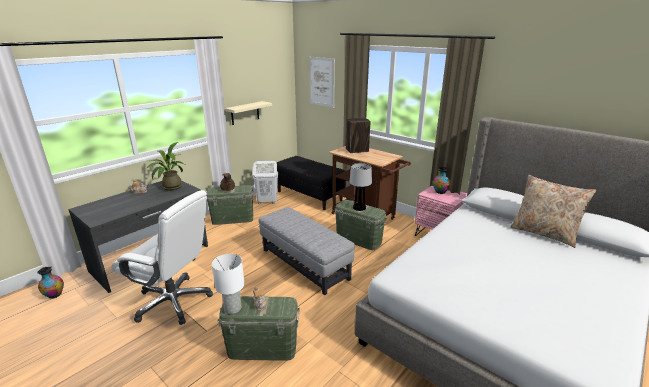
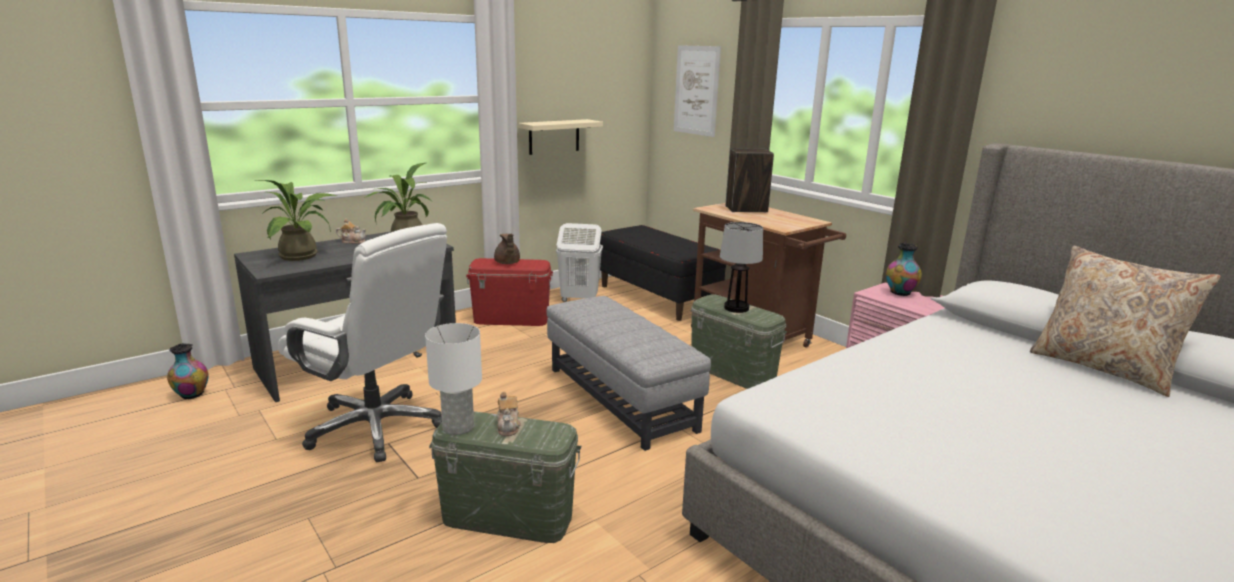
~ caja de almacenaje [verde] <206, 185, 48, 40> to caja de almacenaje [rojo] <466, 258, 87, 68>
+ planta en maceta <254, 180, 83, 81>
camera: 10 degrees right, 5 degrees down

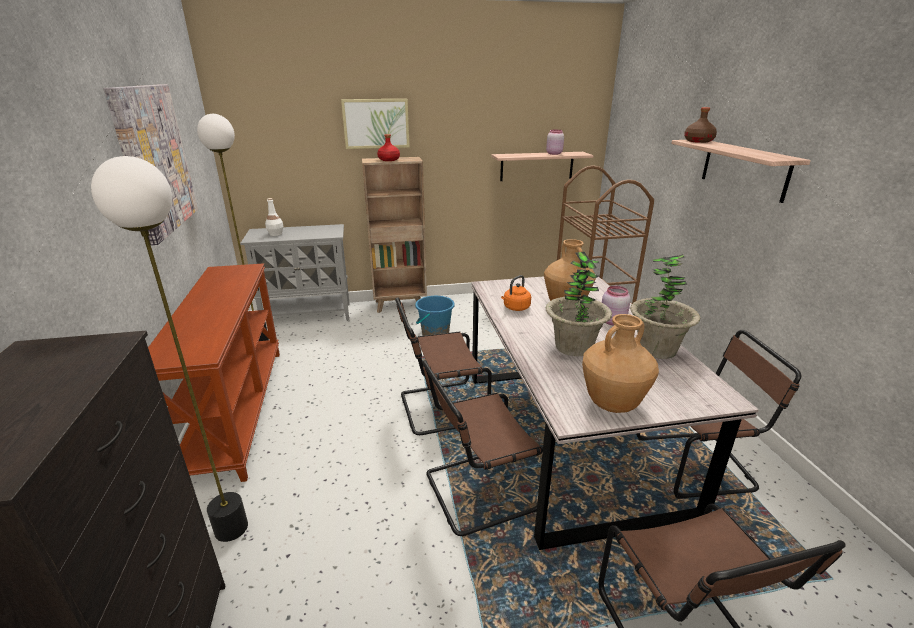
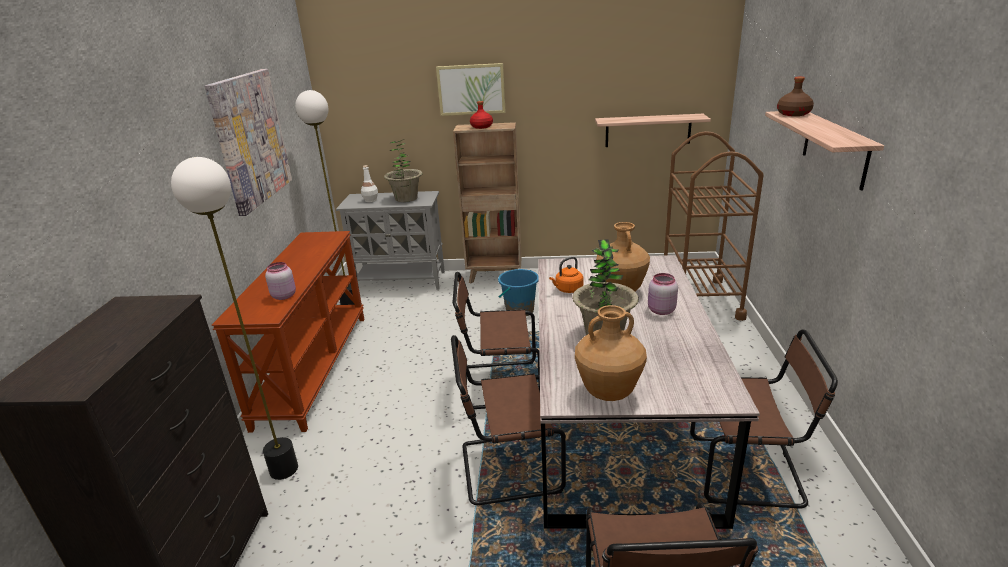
~ tarro [rosa] <546, 130, 18, 25> to <265, 262, 31, 38>
~ planta en maceta <630, 254, 70, 105> to <384, 139, 39, 63>
camera: 15 degrees right, 0 degrees up

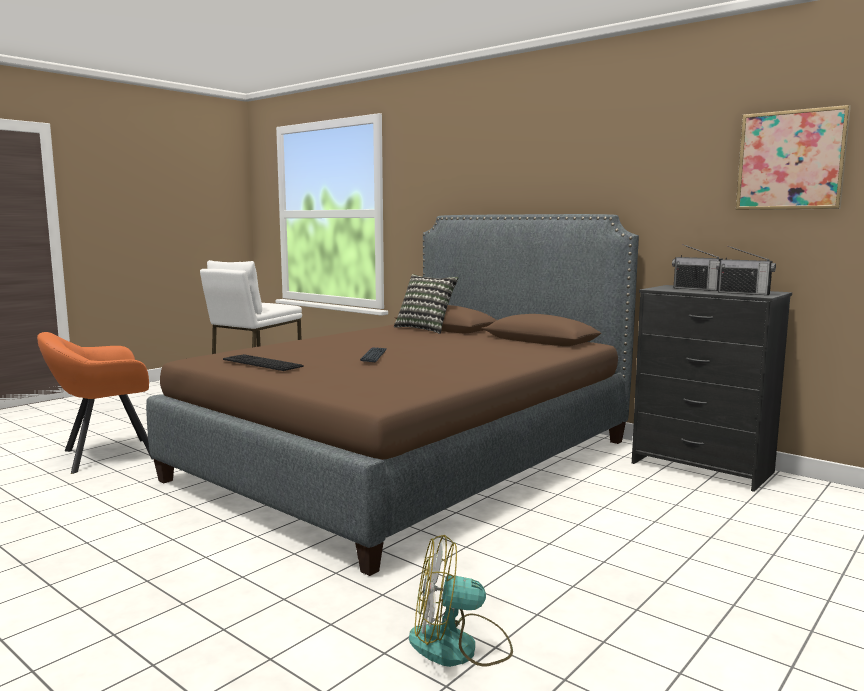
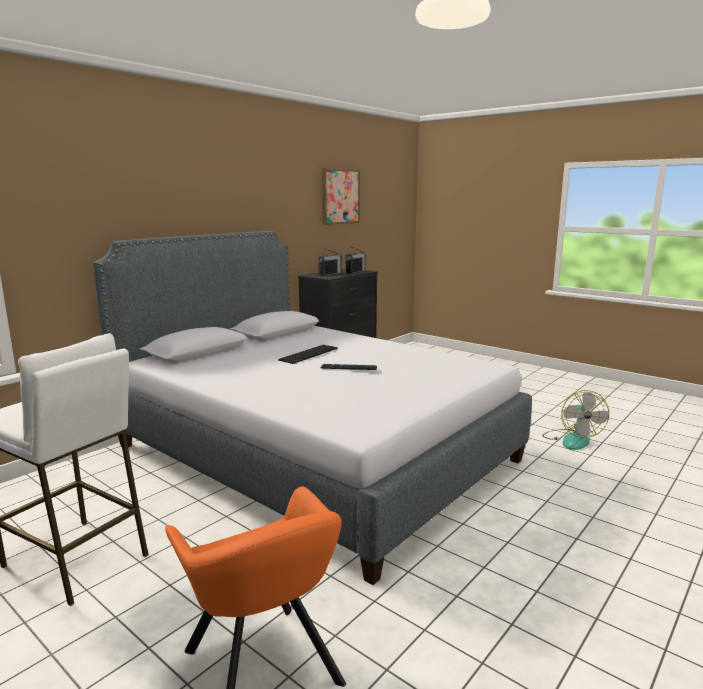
~ cama [marrón] <146, 214, 493, 362> to cama [gris] <93, 231, 439, 354>
~ teclado <223, 354, 81, 17> to <278, 345, 60, 19>
- cojín <394, 274, 64, 60>
camera: 90 degrees left, 5 degrees up

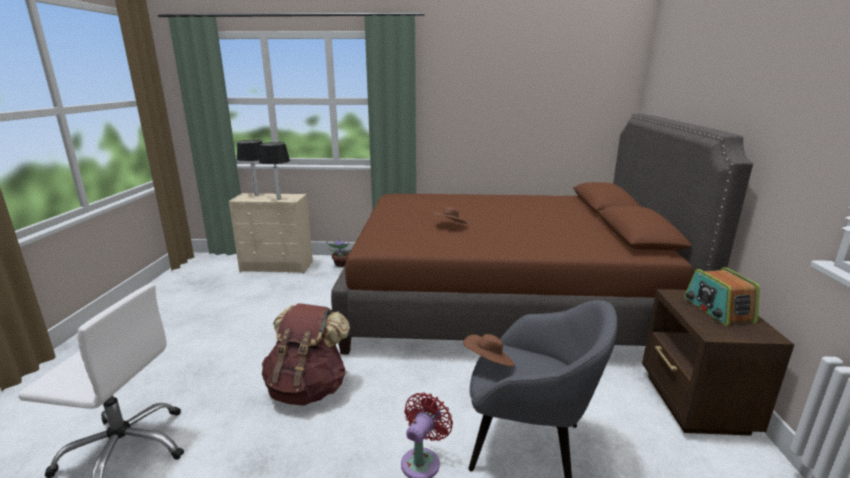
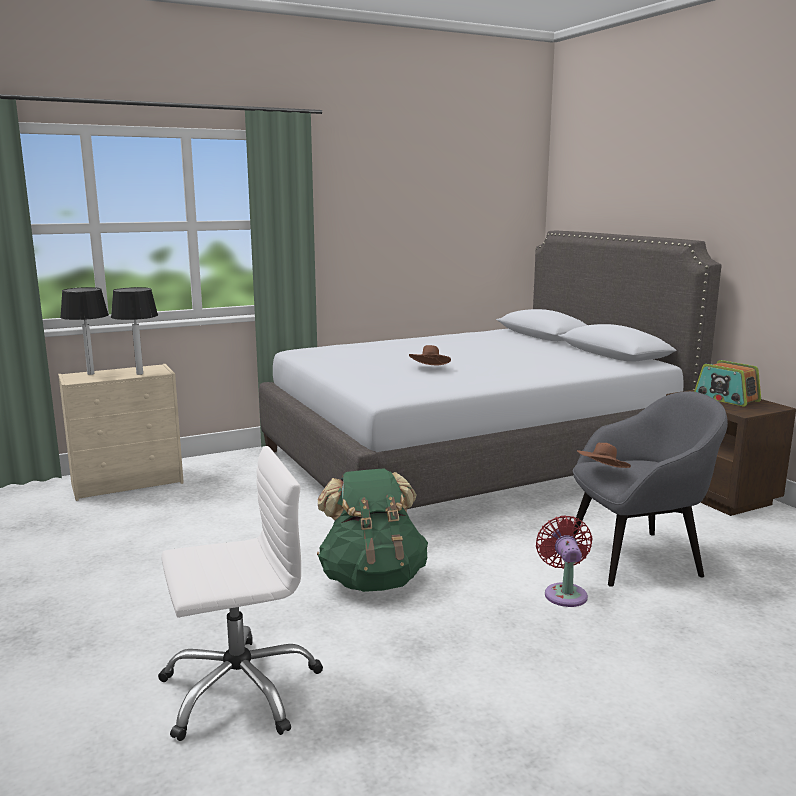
~ mochila [marrón] <262, 304, 88, 102> to mochila [verde] <317, 468, 111, 124>
- planta en maceta <326, 240, 25, 27>
~ cama [marrón] <331, 114, 422, 241> to cama [gris] <259, 231, 463, 278>
camera: 30 degrees left, 5 degrees down

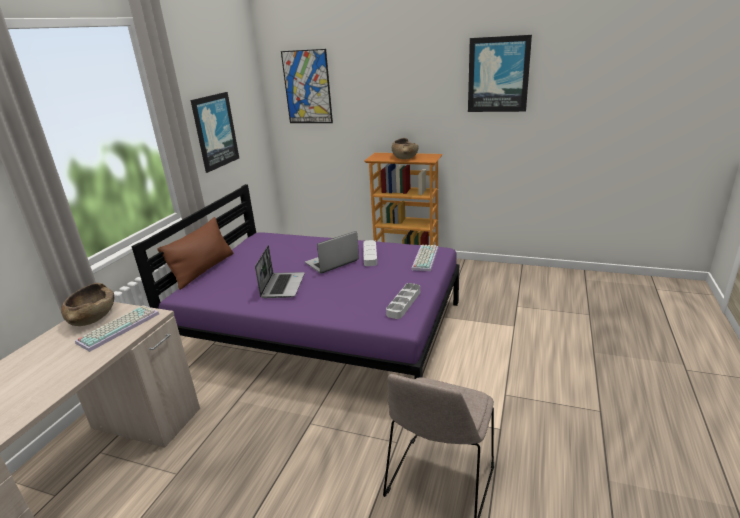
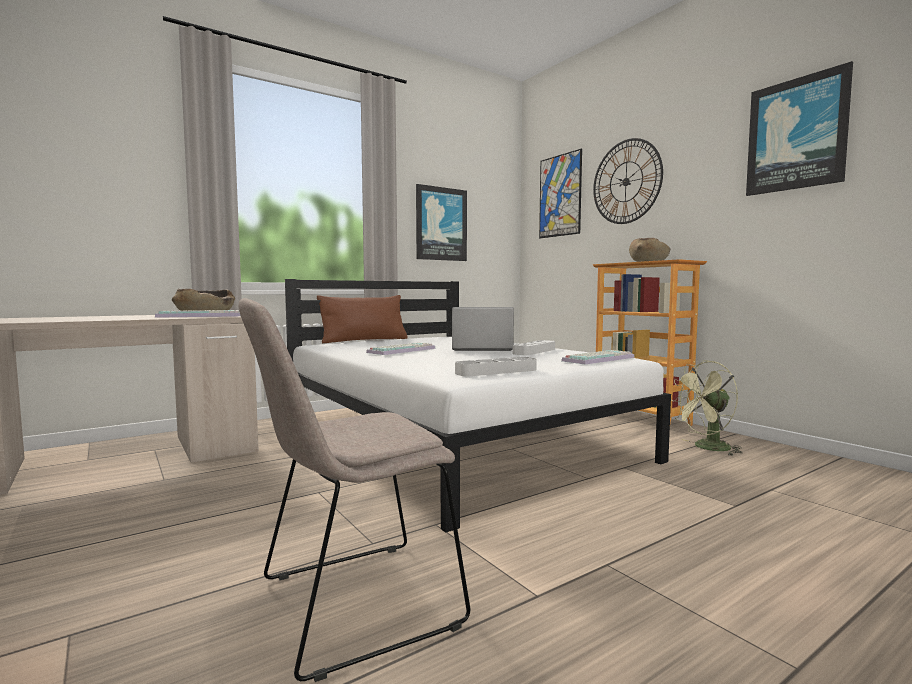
~ cama [morado] <132, 184, 327, 195> to cama [blanco] <285, 279, 386, 254>
~ portátil <255, 245, 50, 53> to teclado <366, 342, 70, 13>
+ reloj de pared <593, 138, 70, 86>
+ ventilador [verde] <671, 360, 71, 96>
camera: 35 degrees right, 20 degrees down

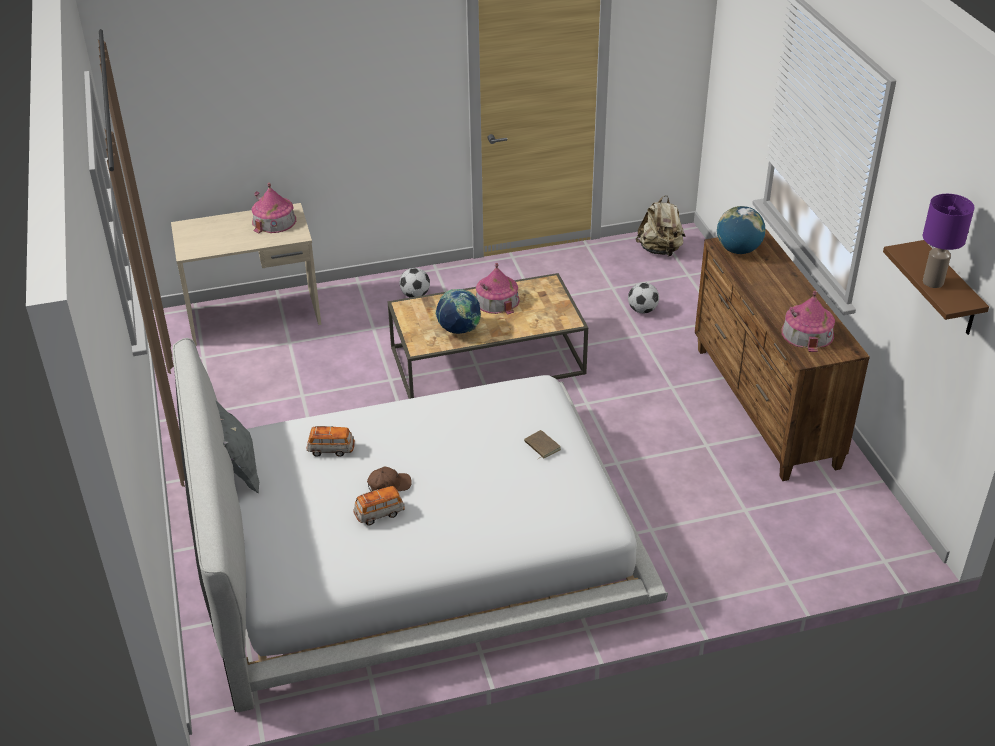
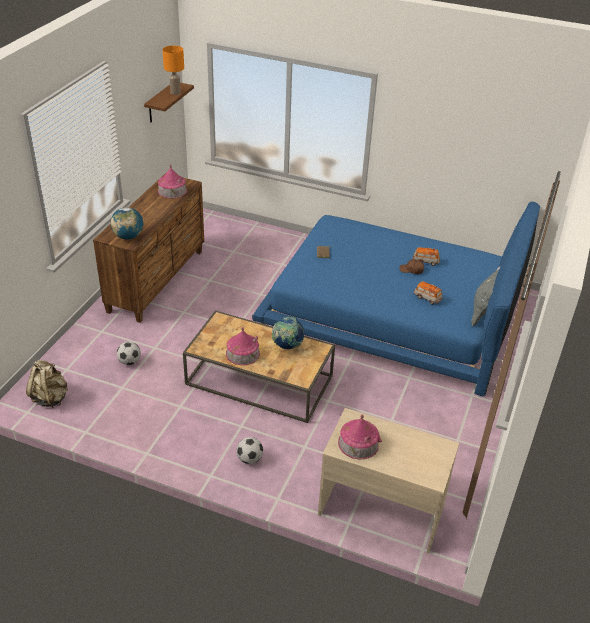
~ cama [blanco] <172, 338, 496, 374> to cama [azul] <252, 202, 288, 195>
~ lámpara de mesa [morado] <923, 194, 51, 94> to lámpara de mesa [naranja] <162, 46, 22, 49>
camera: 145 degrees left, 0 degrees up

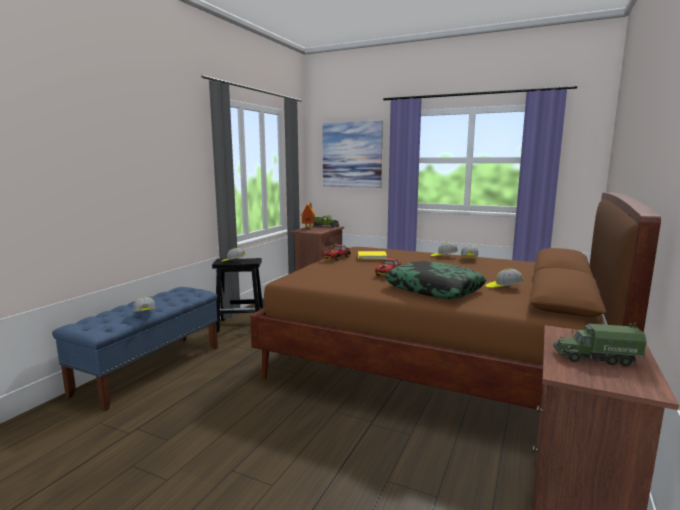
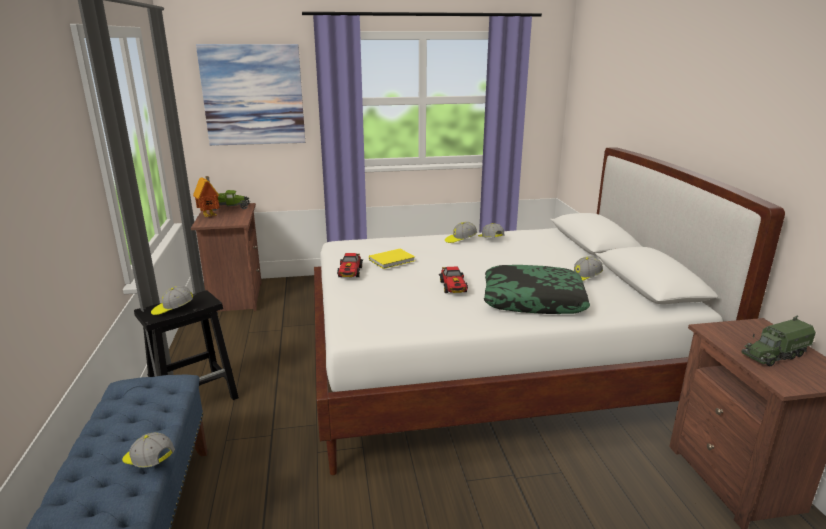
~ cama [marrón] <250, 192, 411, 217> to cama [blanco] <314, 147, 471, 328>
camera: 35 degrees left, 10 degrees up

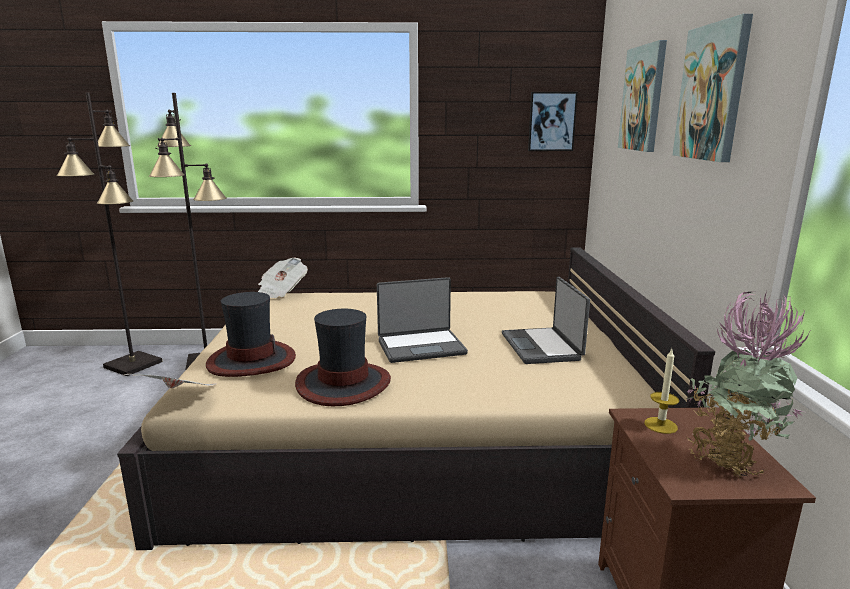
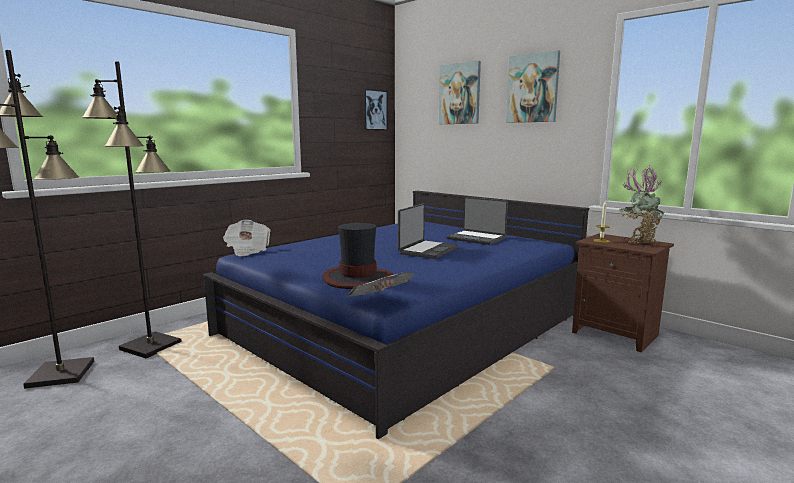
~ cama [beis] <117, 247, 598, 303> to cama [azul] <203, 191, 386, 248>
- sombrero <295, 309, 96, 97>
camera: 45 degrees left, 5 degrees down

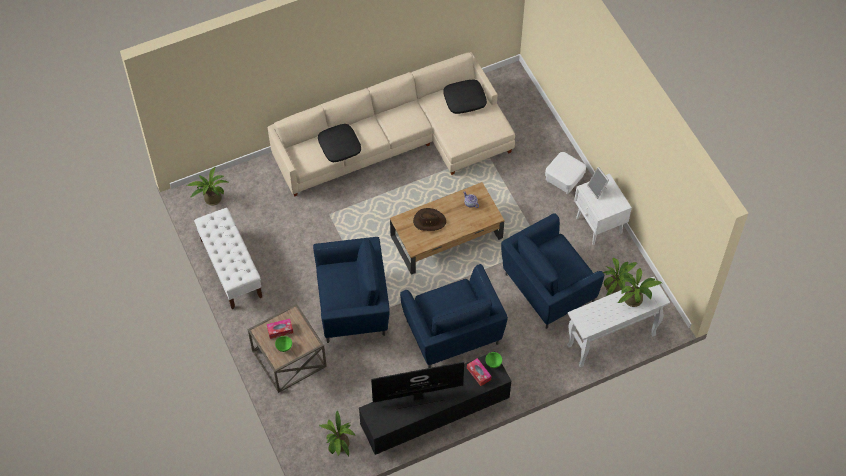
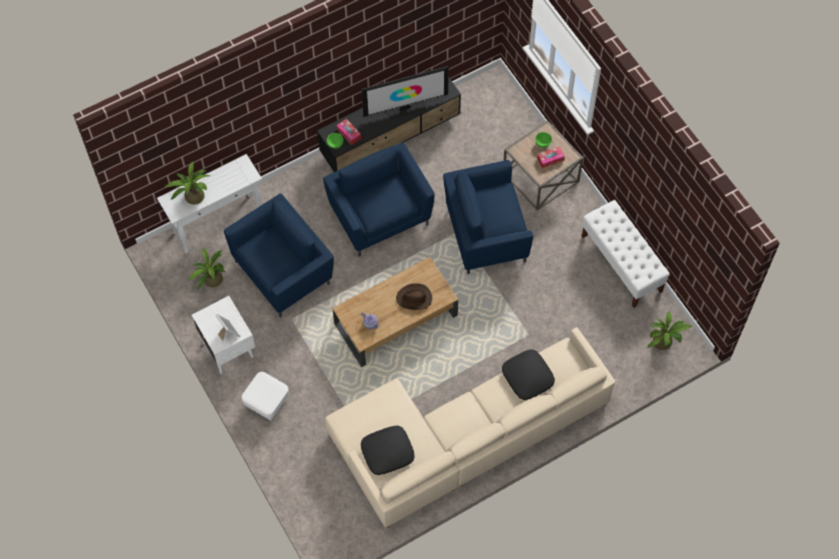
- planta en maceta <319, 410, 36, 47>
camera: 175 degrees right, 5 degrees up

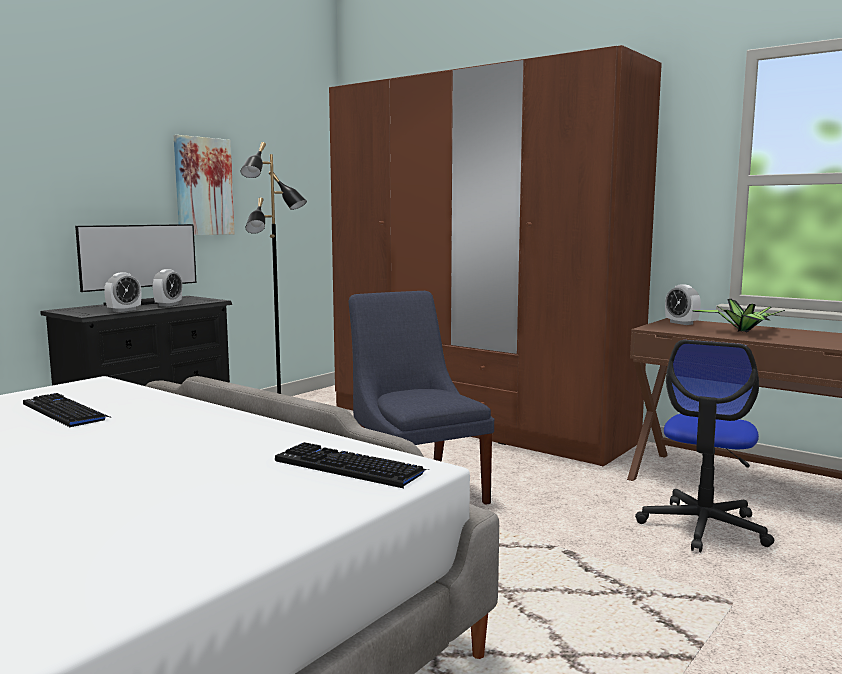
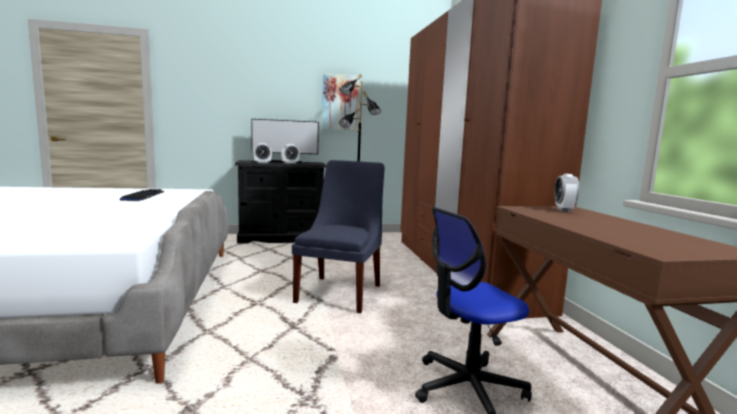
- teclado <275, 442, 153, 47>
- planta en maceta <692, 299, 93, 33>
camera: 40 degrees right, 0 degrees up

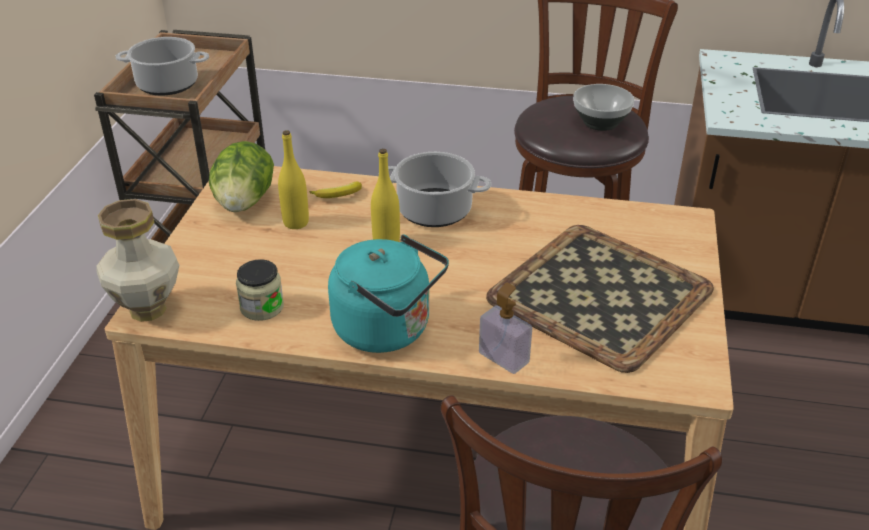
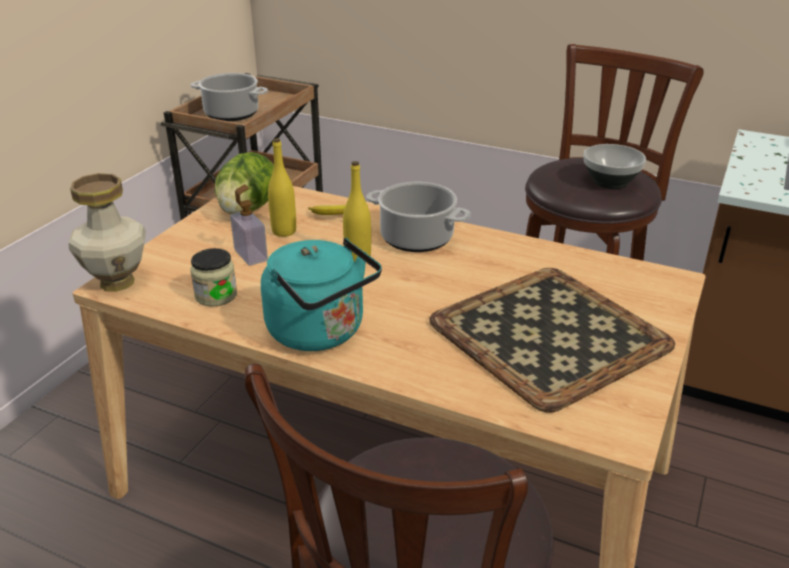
~ dispensador de jabón <479, 283, 53, 91> to <230, 184, 38, 82>
camera: 15 degrees right, 5 degrees down

